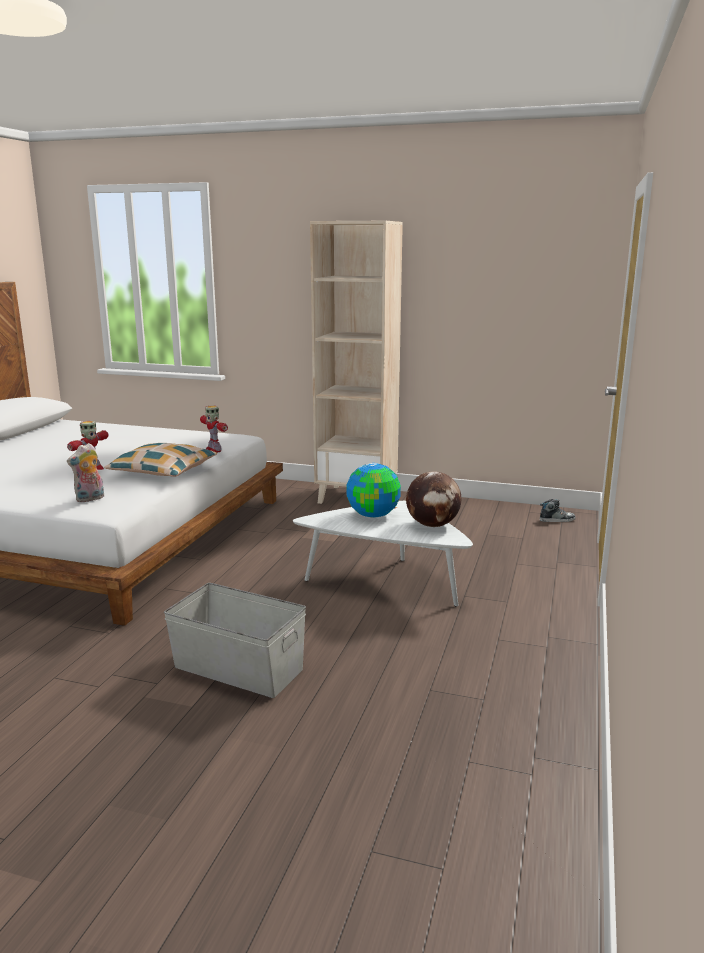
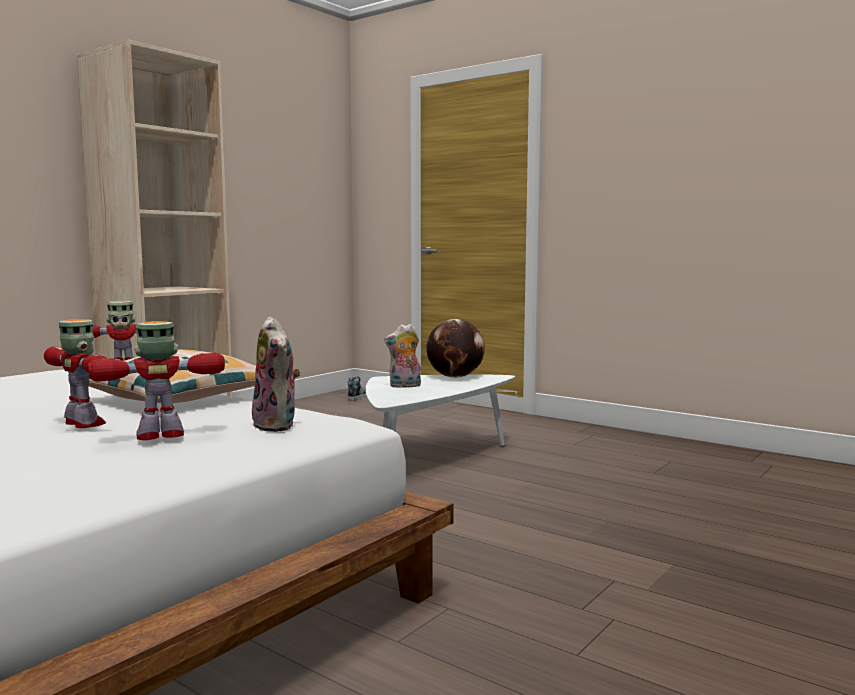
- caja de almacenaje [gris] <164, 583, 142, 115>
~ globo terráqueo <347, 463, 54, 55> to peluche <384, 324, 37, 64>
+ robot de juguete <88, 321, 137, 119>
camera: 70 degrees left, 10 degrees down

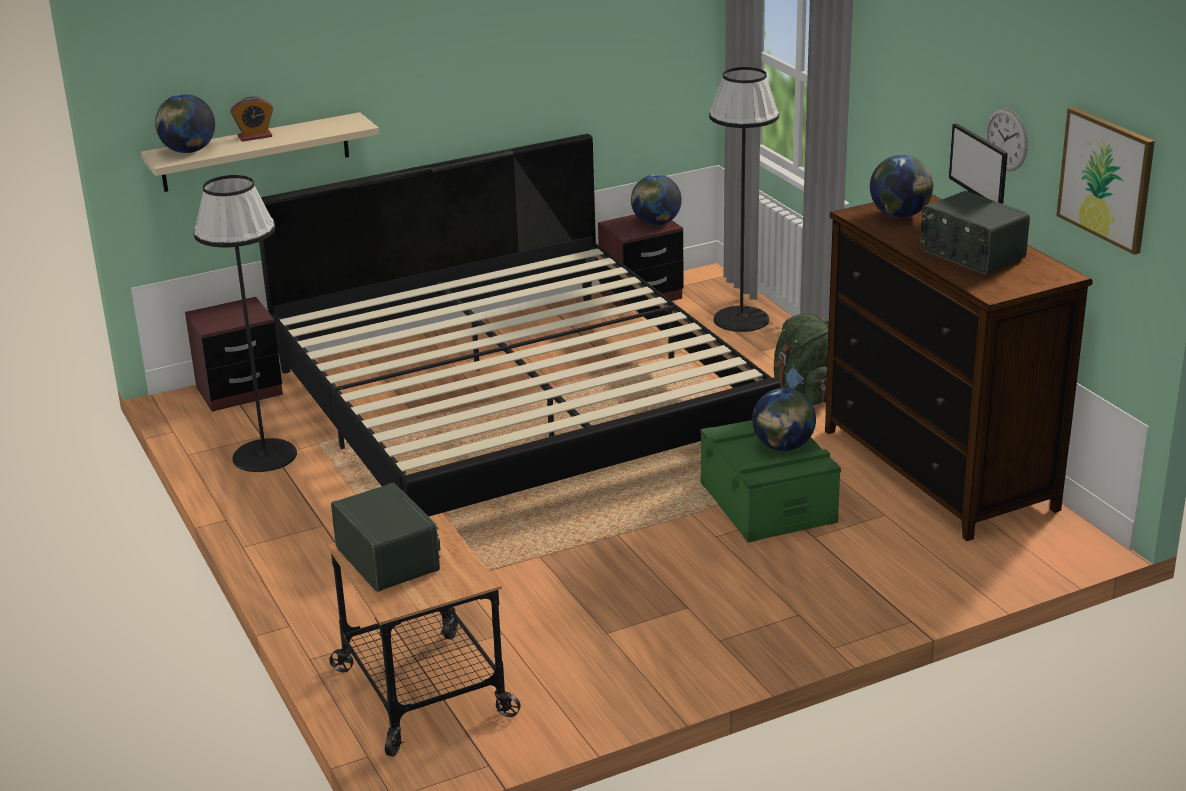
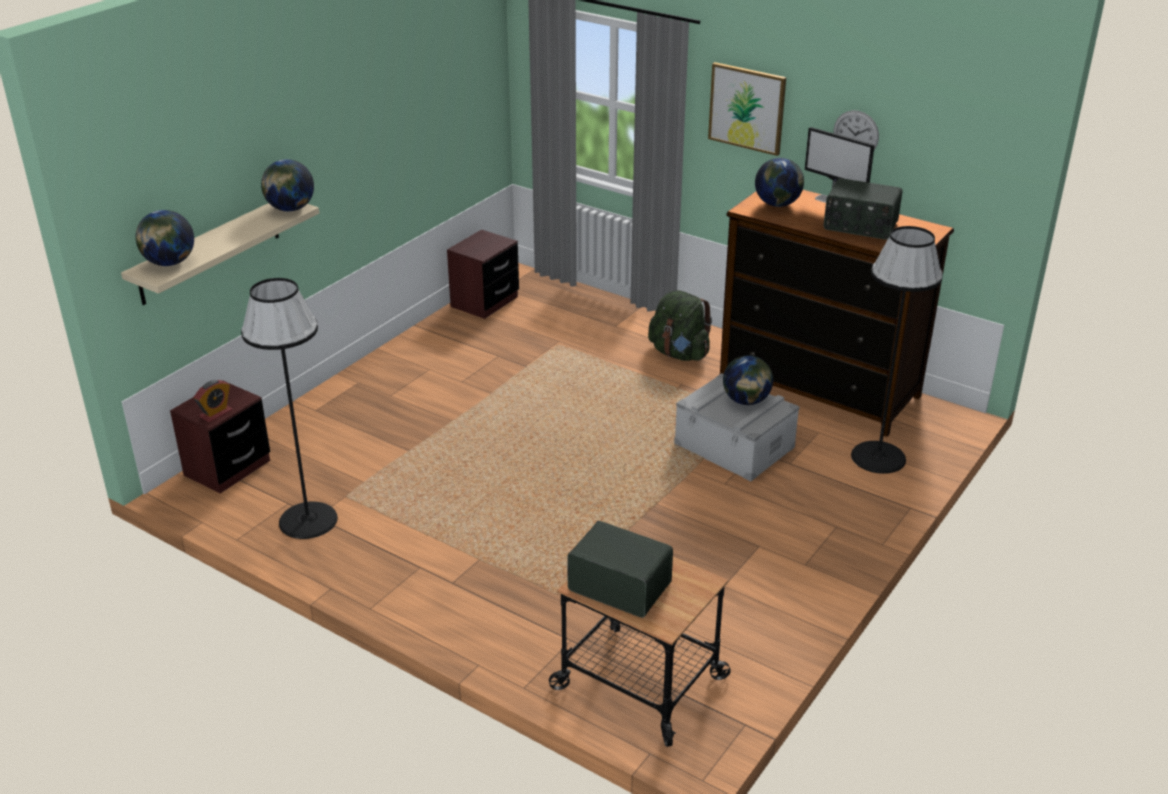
~ despertador <230, 97, 43, 44> to <194, 380, 38, 43>
- cama <259, 134, 521, 382>
~ globo terráqueo <631, 174, 51, 51> to <261, 159, 53, 52>
~ caja de almacenaje [verde] <700, 420, 141, 123> to caja de almacenaje [gris] <674, 373, 126, 109>
~ lámpara de pie [negro] <709, 67, 70, 265> to <851, 226, 92, 248>
~ cuadro <1056, 107, 99, 148> to <708, 62, 78, 94>
camera: 30 degrees left, 5 degrees up

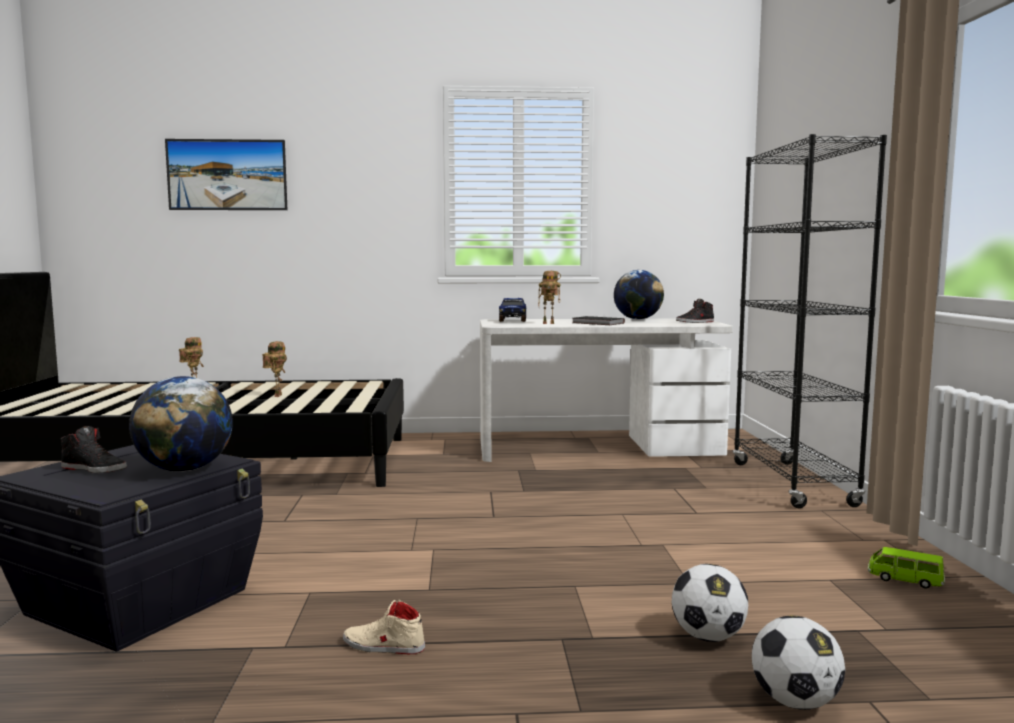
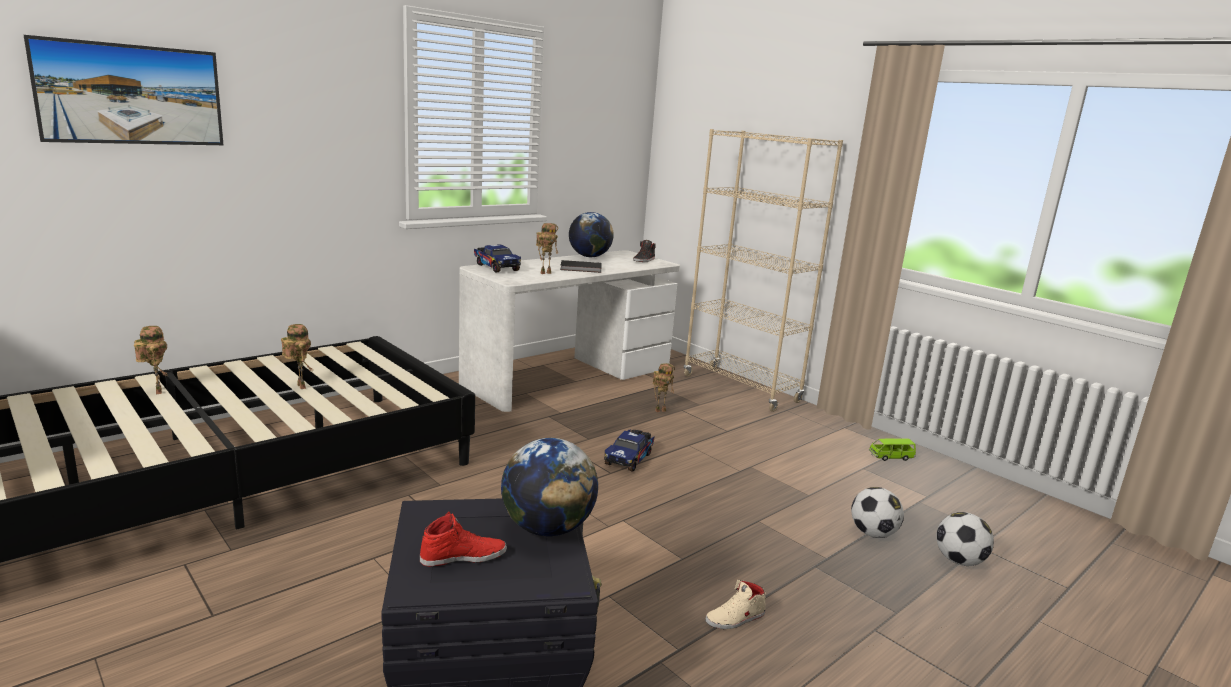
~ zapato [negro] <61, 426, 66, 47> to zapato [rojo] <420, 512, 87, 55>
~ estantería [negro] <732, 134, 155, 374> to estantería [beis] <684, 129, 159, 283>
+ camión de juguete <604, 429, 51, 43>
+ robot de juguete <653, 363, 22, 49>
camera: 40 degrees left, 10 degrees up

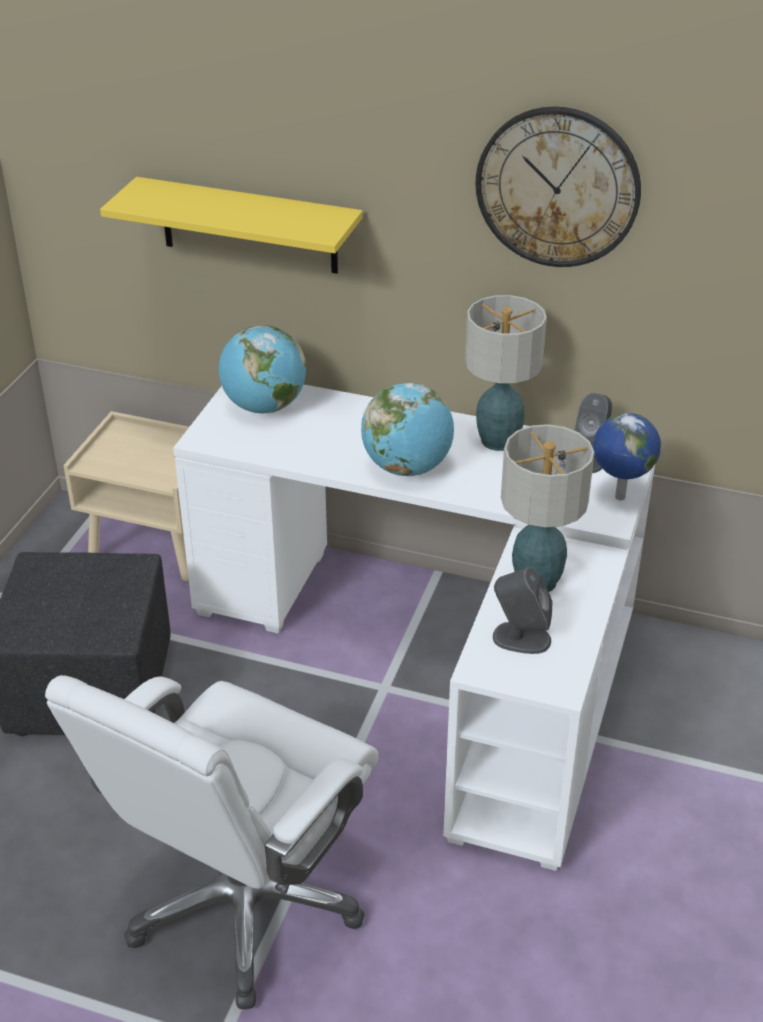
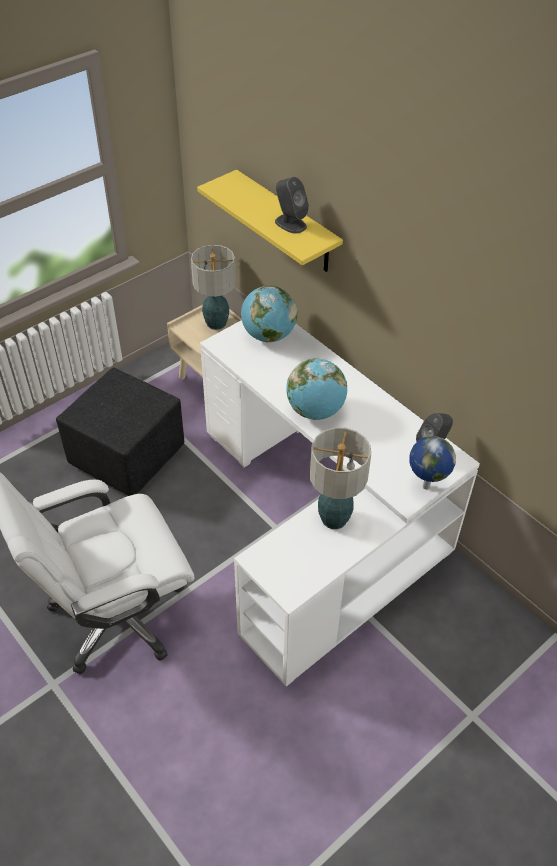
~ lámpara de mesa <465, 295, 82, 156> to <191, 245, 45, 85>
- reloj de pared <476, 107, 165, 160>
~ altavoz [gris] <493, 567, 59, 87> to <275, 177, 34, 57>
camera: 30 degrees right, 10 degrees up

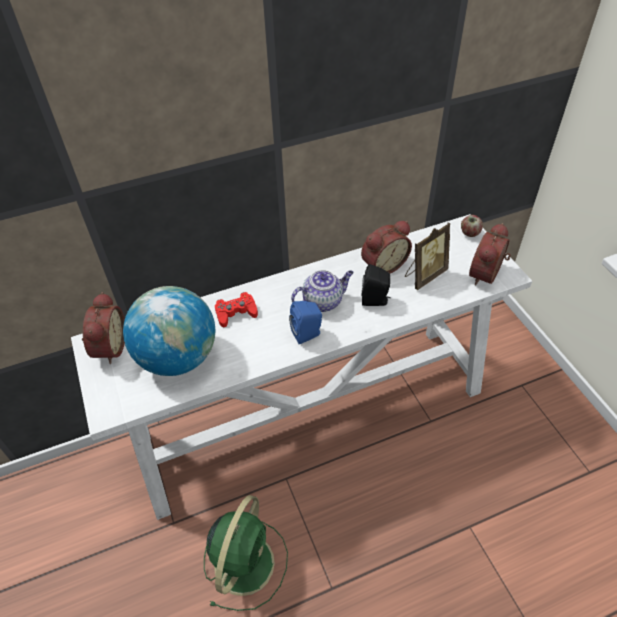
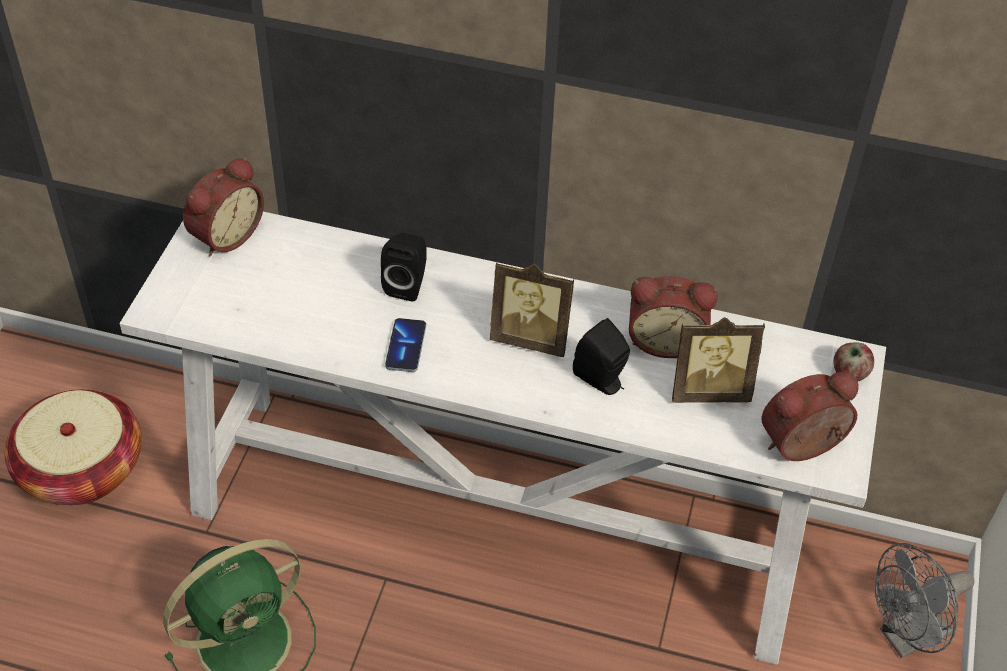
- globo terráqueo <123, 286, 92, 90>
~ mando de consola [rojo] <215, 292, 43, 35> to altavoz [negro] <381, 233, 46, 68>
- altavoz [azul] <289, 301, 33, 43>
~ tetera <291, 270, 63, 42> to portarretratos <490, 261, 84, 96>
+ cesta <4, 389, 138, 116>
+ móvil <385, 318, 41, 54>
+ ventilador [gris] <875, 543, 100, 115>
camera: 35 degrees right, 0 degrees up

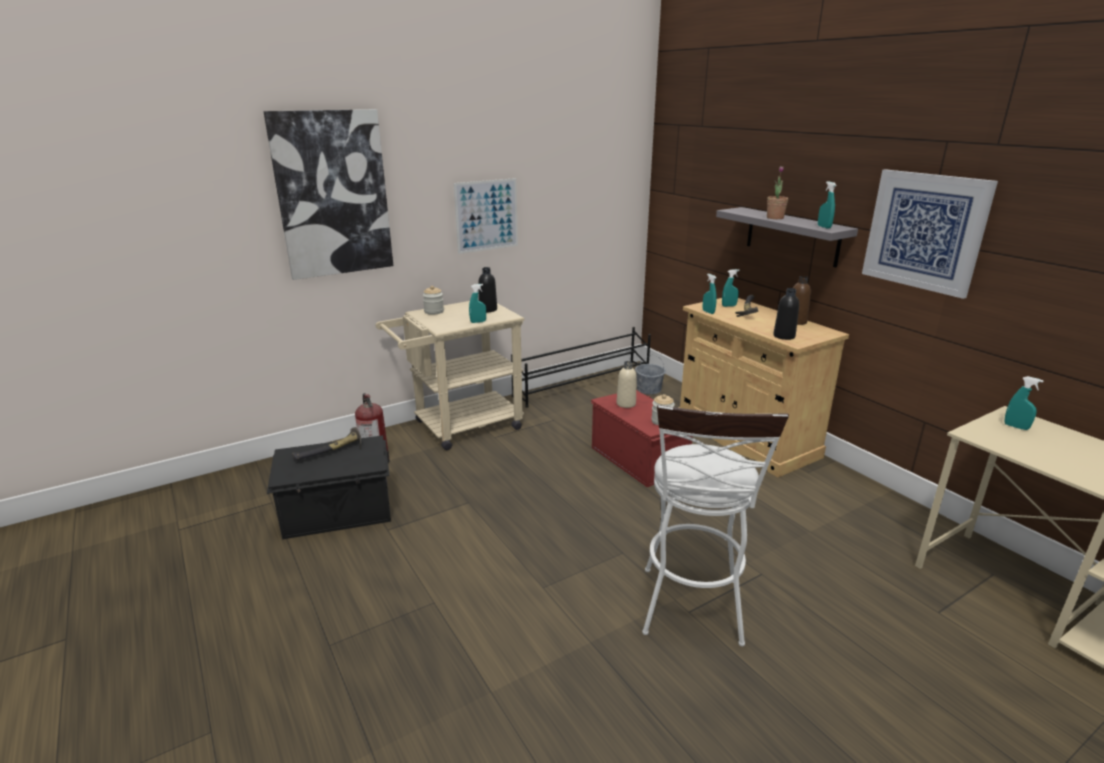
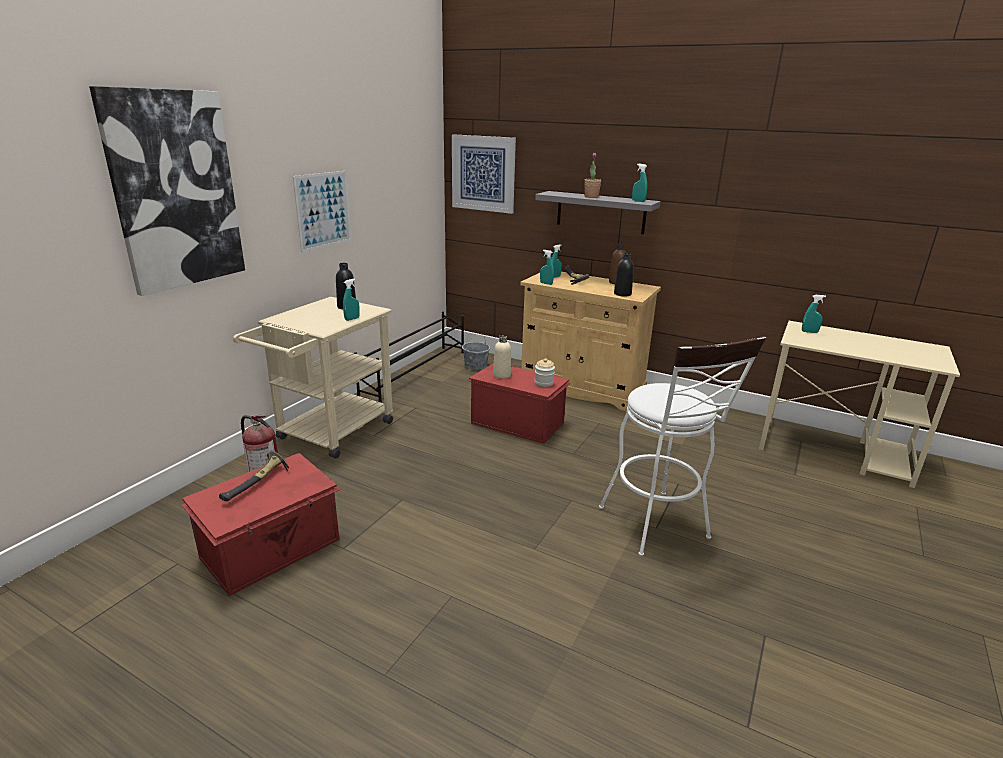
~ caja de almacenaje [negro] <267, 435, 124, 104> to caja de almacenaje [rojo] <182, 453, 159, 143>
- tarro <423, 286, 21, 29>
~ cuadro <862, 169, 136, 130> to <452, 134, 64, 80>
camera: 30 degrees left, 0 degrees up

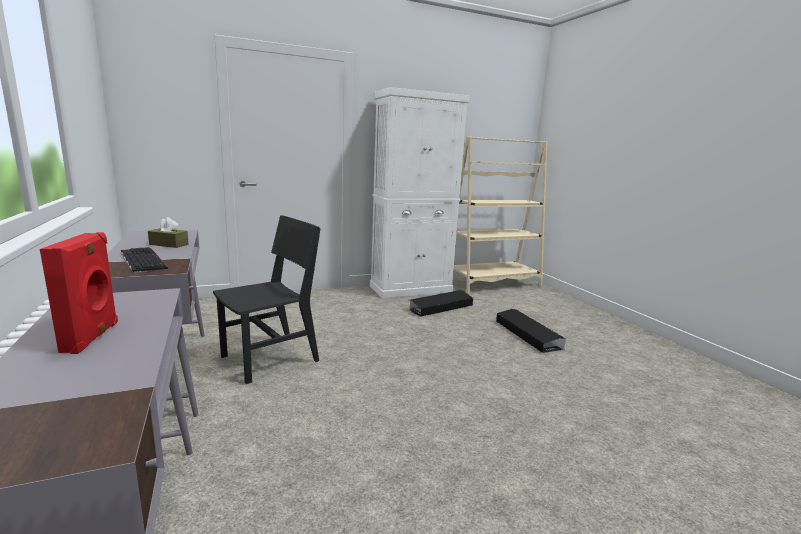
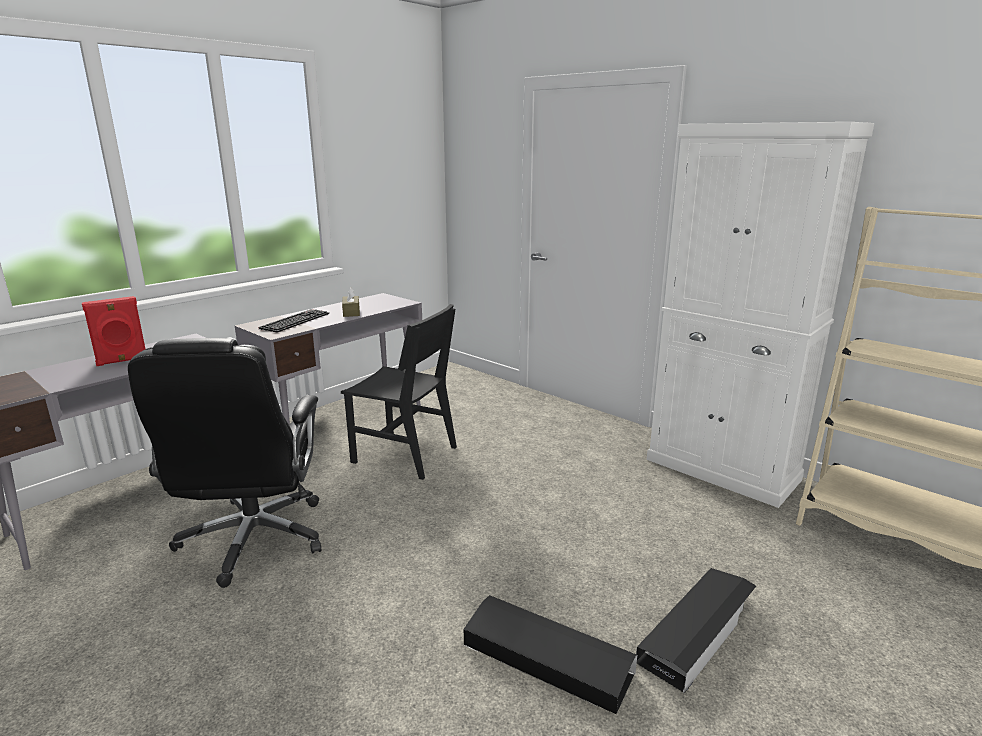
~ caja de almacenaje [negro] <410, 290, 63, 27> to <464, 595, 173, 119>
+ silla de oficina [negro] <128, 338, 193, 250>
camera: 65 degrees right, 5 degrees up

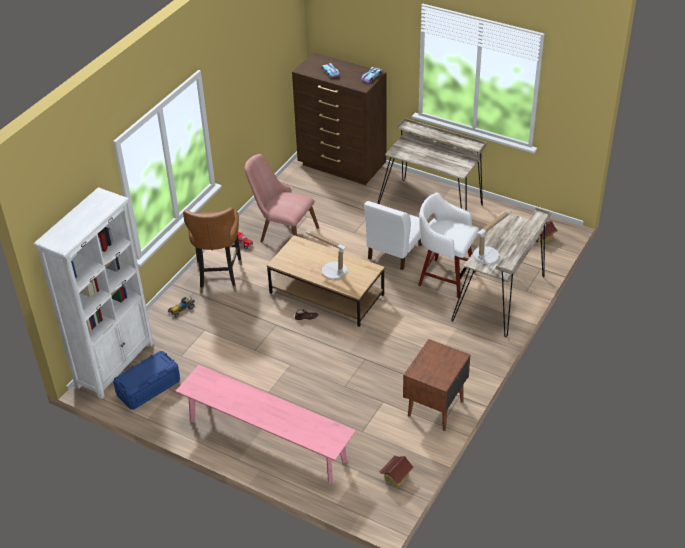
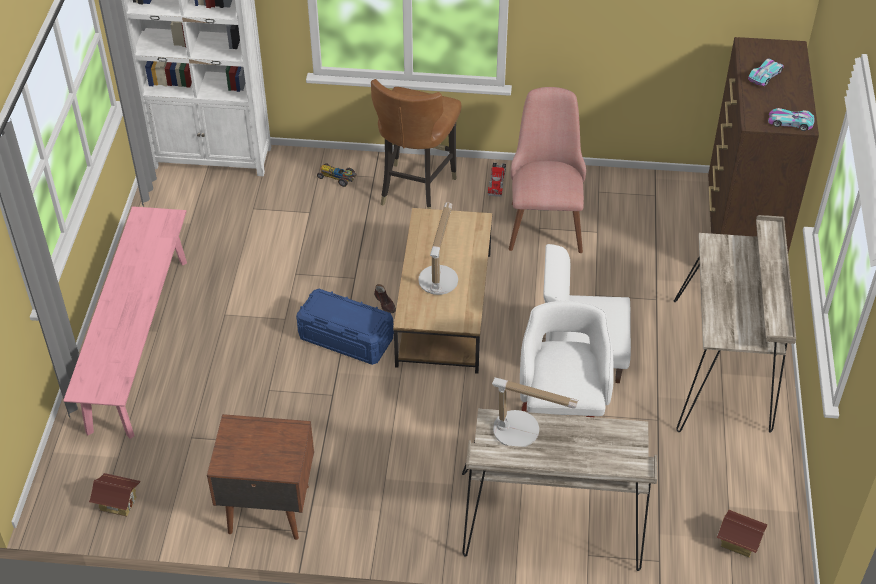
~ caja de almacenaje [azul] <113, 351, 67, 58> to <296, 289, 98, 76>
~ silla [marrón] <183, 207, 59, 87> = <371, 79, 90, 130> 45 degrees counterclockwise
camera: 65 degrees right, 5 degrees up

